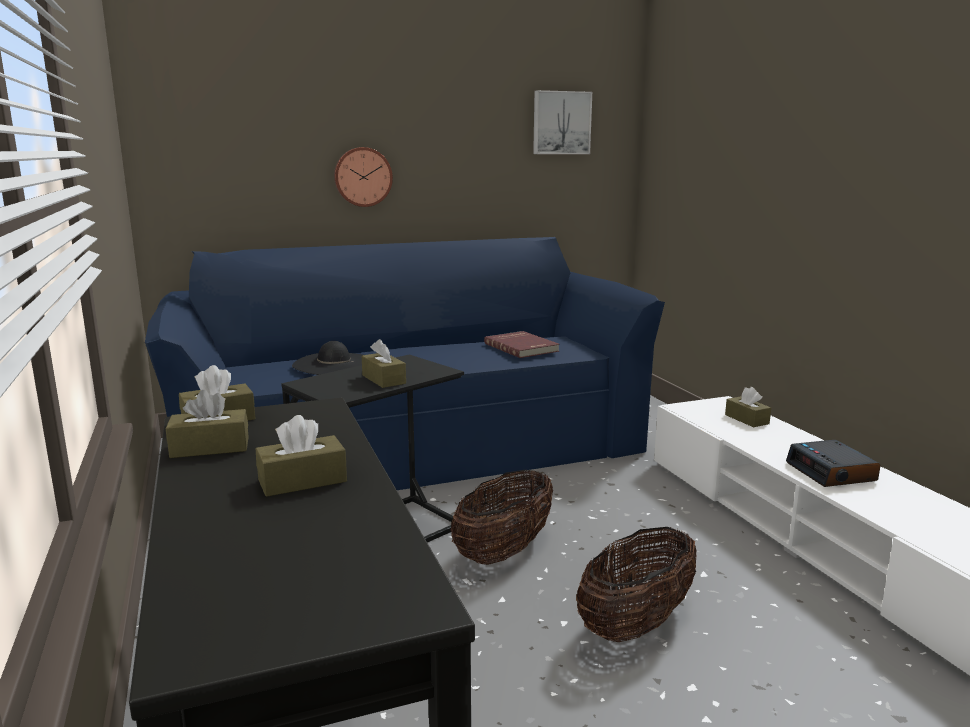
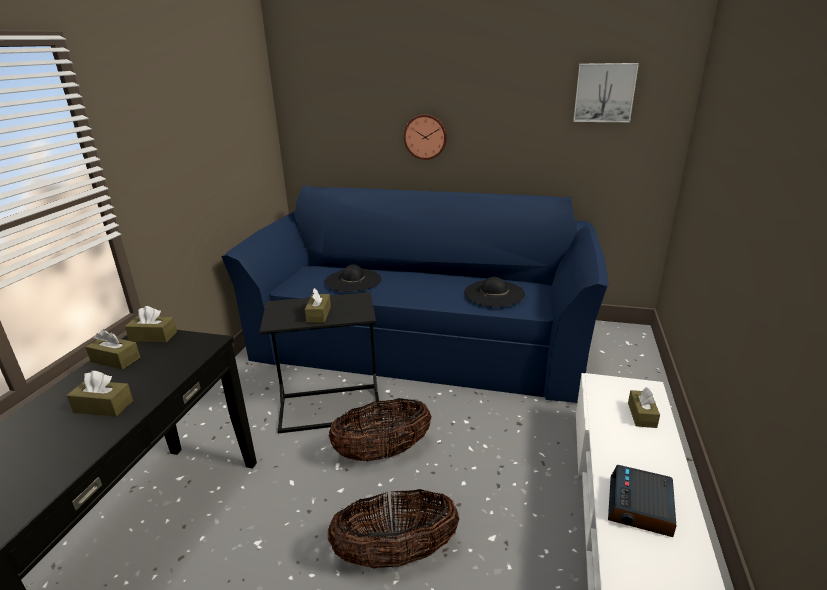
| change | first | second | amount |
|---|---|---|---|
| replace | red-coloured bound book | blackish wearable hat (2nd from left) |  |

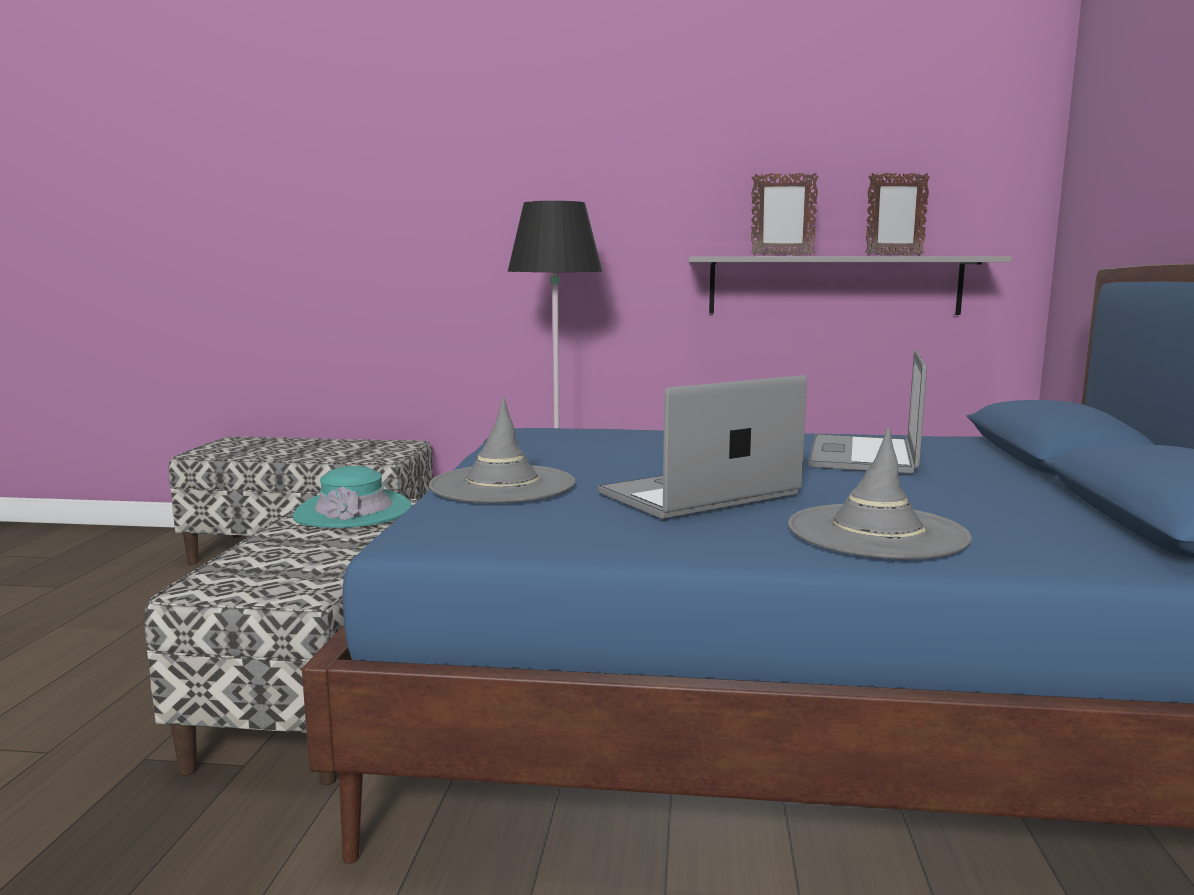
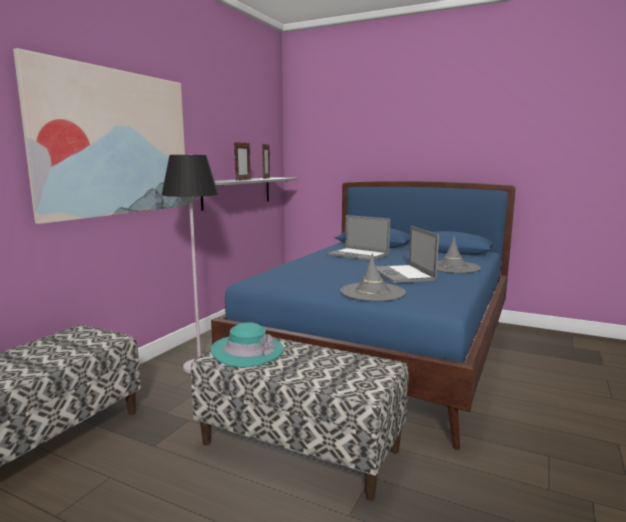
| change | first | second | amount |
|---|---|---|---|
| insert |  | wall art |  |

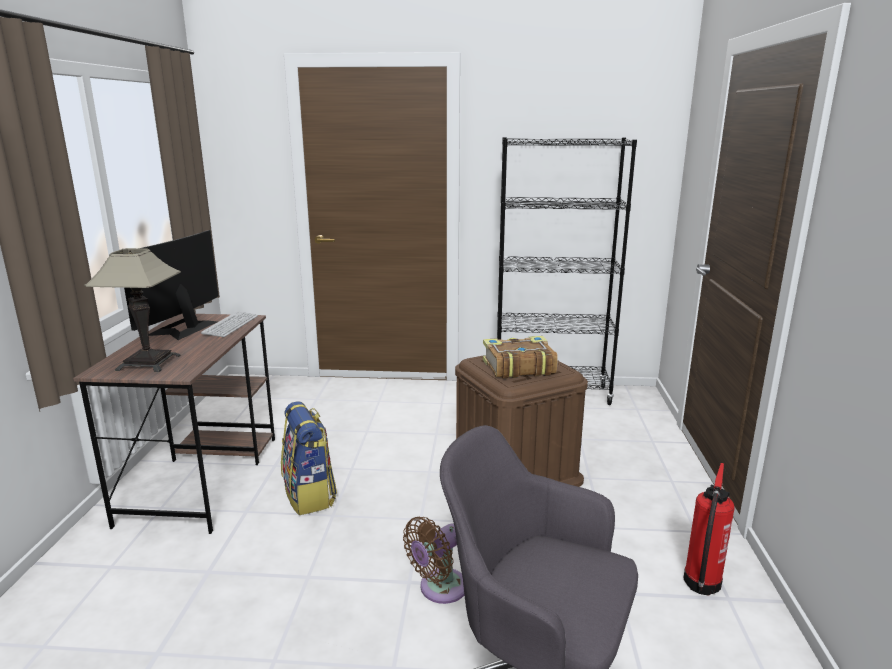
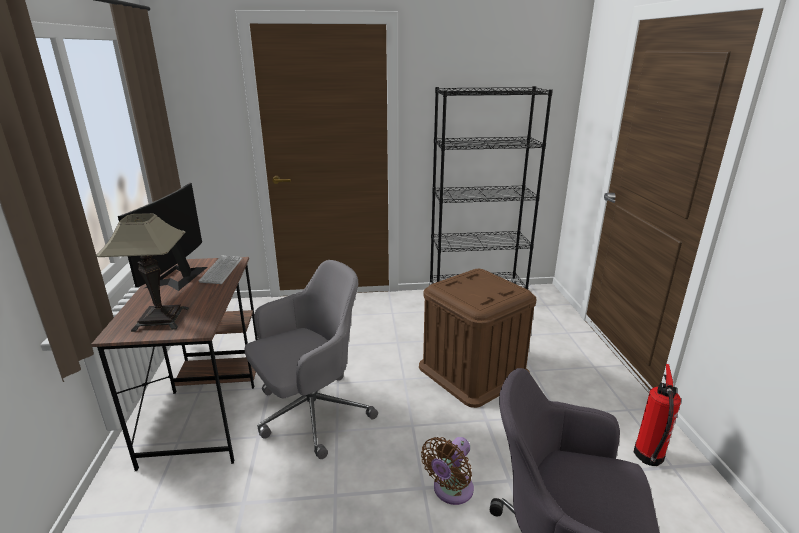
| change | first | second | amount |
|---|---|---|---|
| delete | bound book |  |  |
| replace | backpack | gray desk chair (1st from left) |  |

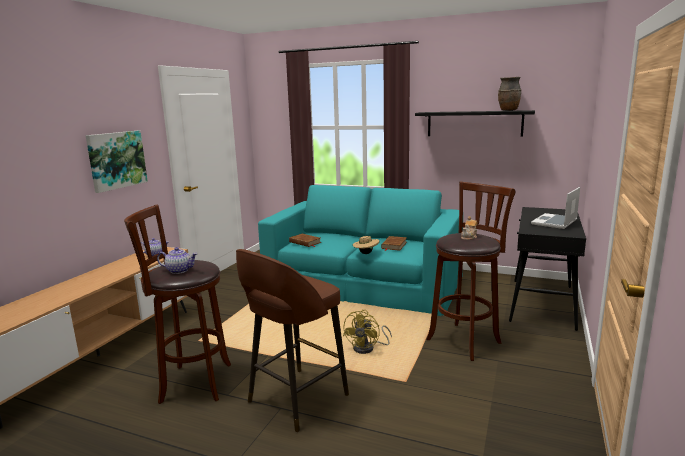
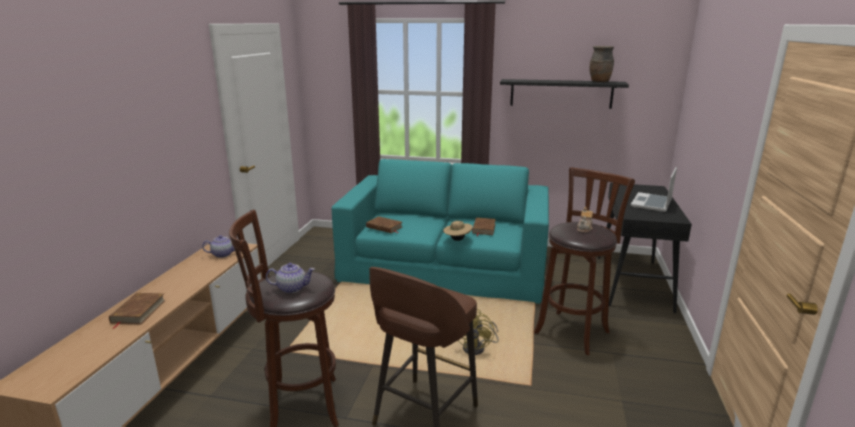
| change | first | second | amount |
|---|---|---|---|
| delete | wall art |  |  |
| insert |  | brown bound book (1st from left) |  |

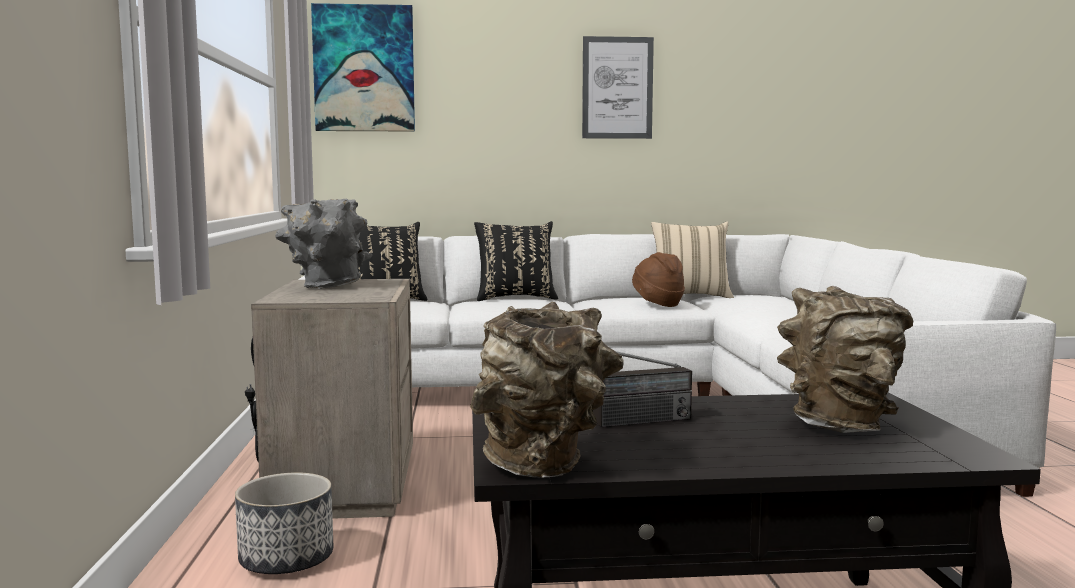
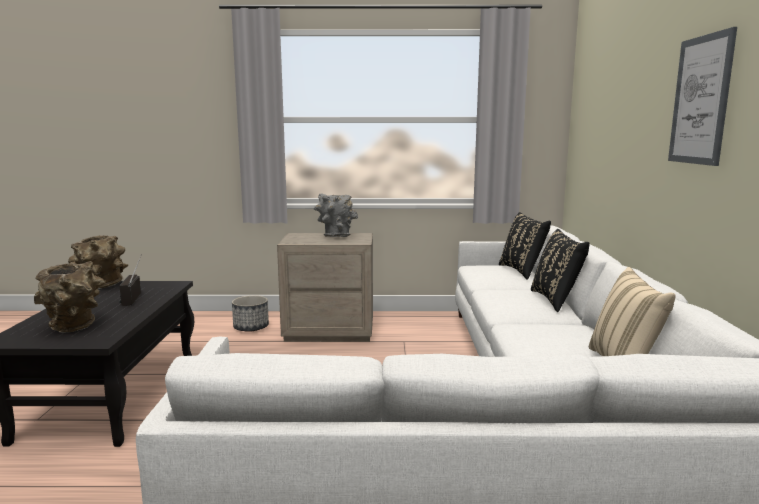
| change | first | second | amount |
|---|---|---|---|
| delete | wall art (1st from left) |  |  |
| delete | brown wearable hat |  |  |

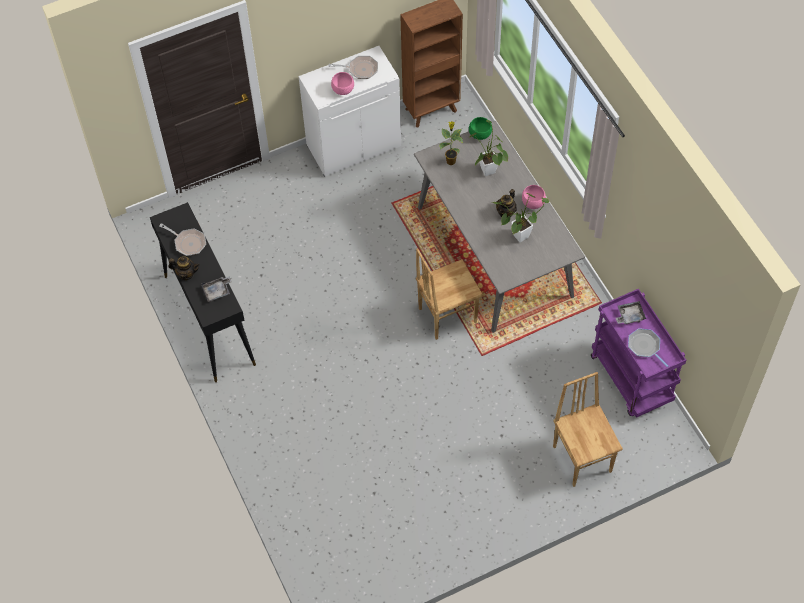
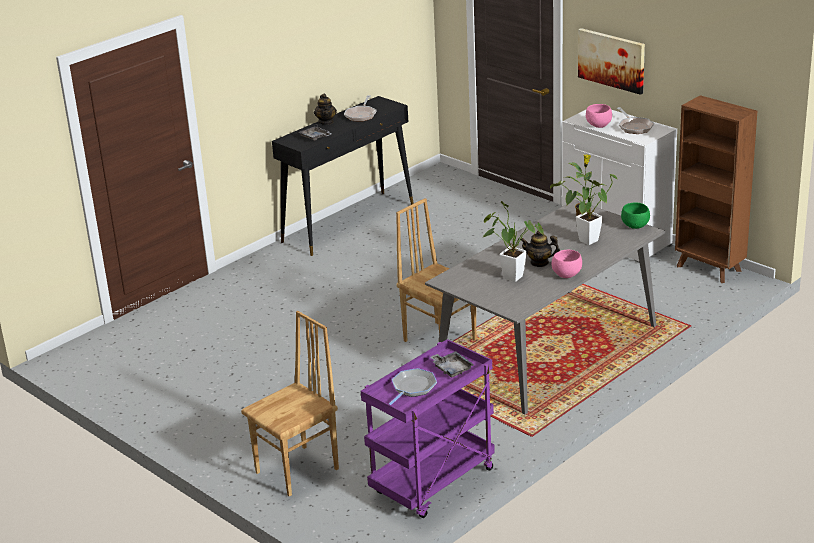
| change | first | second | amount |
|---|---|---|---|
| insert |  | wall art |  |

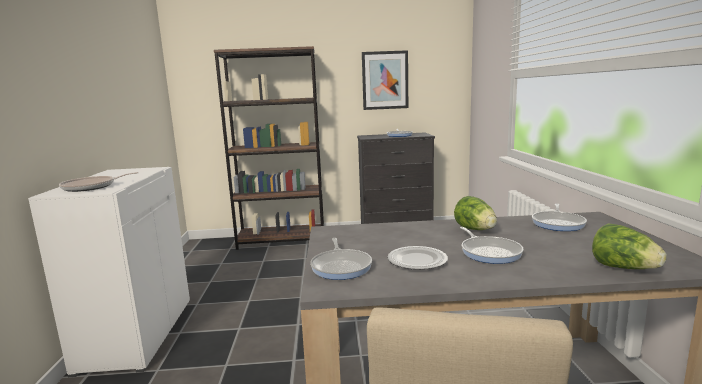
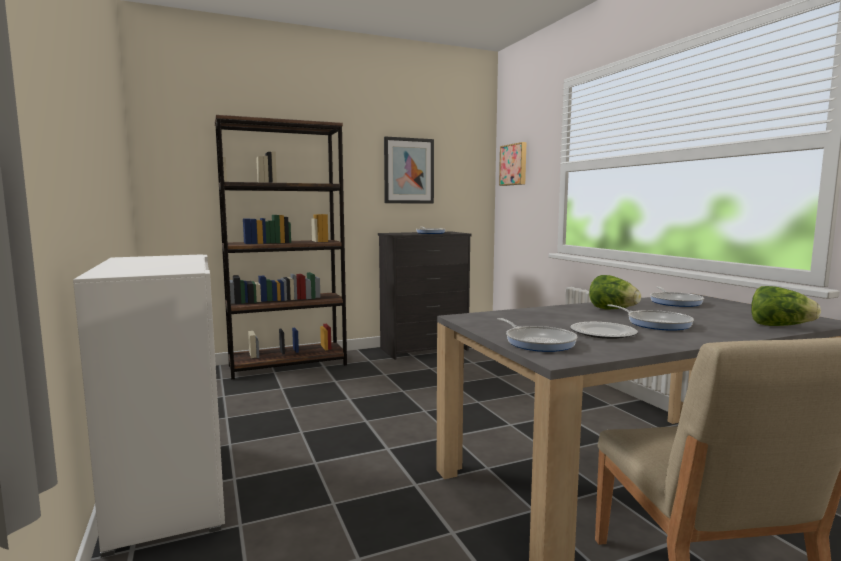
| change | first | second | amount |
|---|---|---|---|
| delete | skillet (1st from left) |  |  |
| insert |  | wall art (2nd from left) |  |

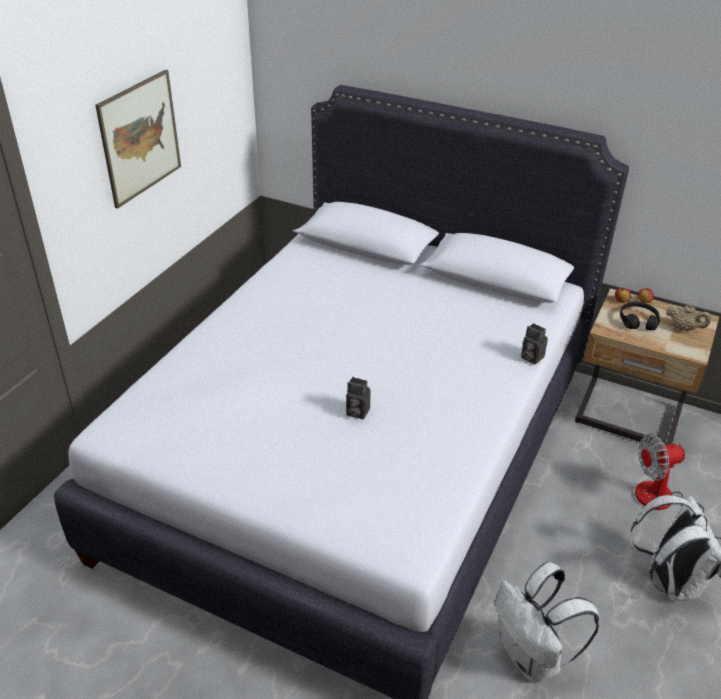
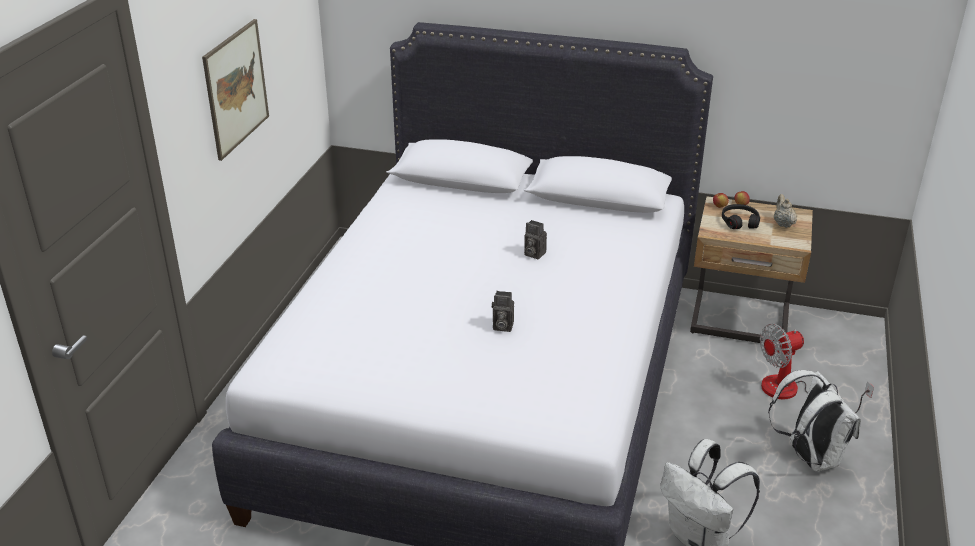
| change | first | second | amount |
|---|---|---|---|
| rotate | beige-coloured teapot |  | 120 degrees counterclockwise |
| move | photo camera (2nd from left) |  |  |

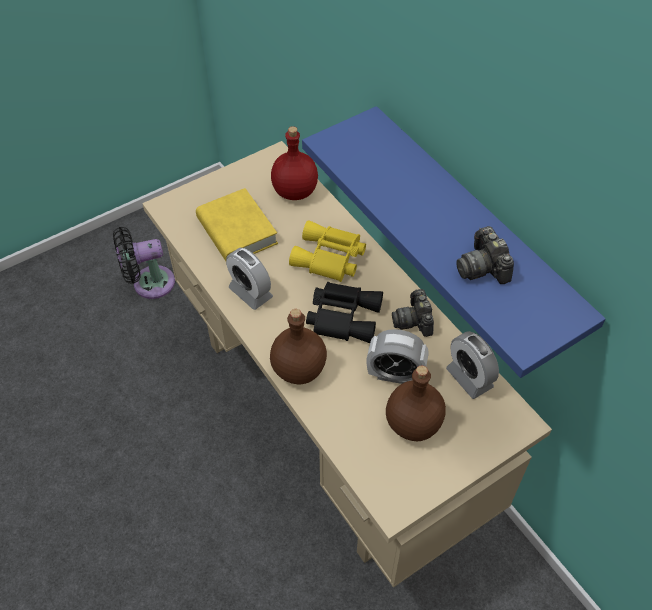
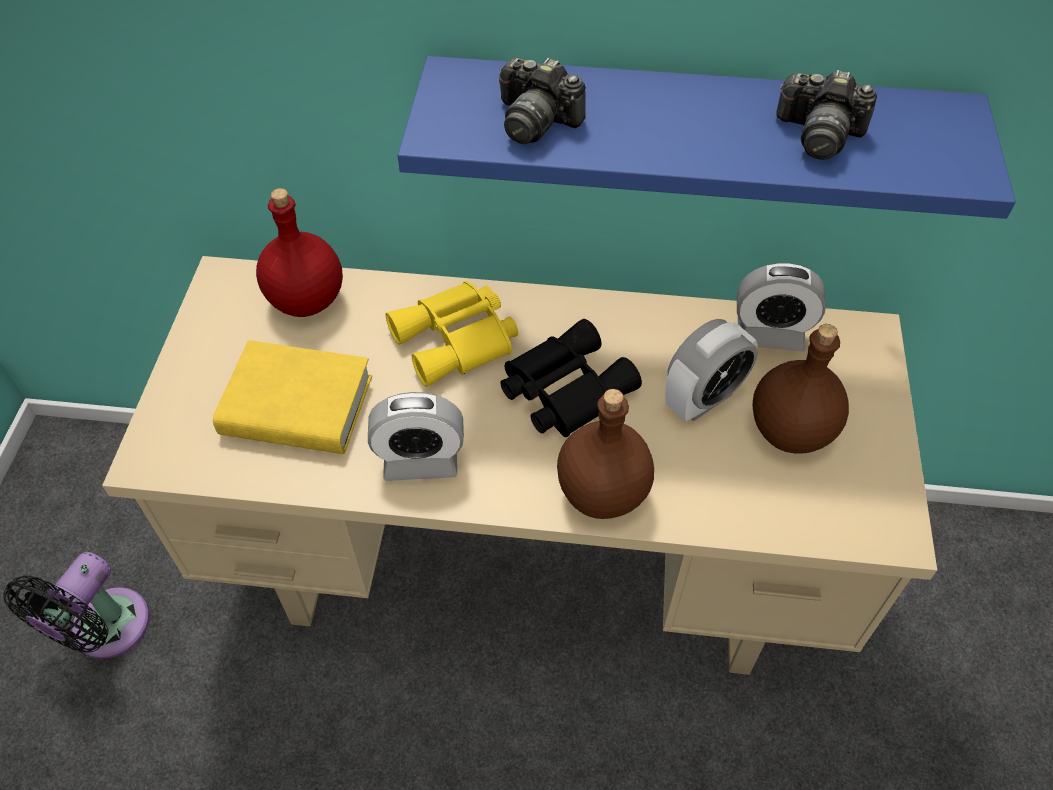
| change | first | second | amount |
|---|---|---|---|
| move | photo camera (1st from left) |  |  |

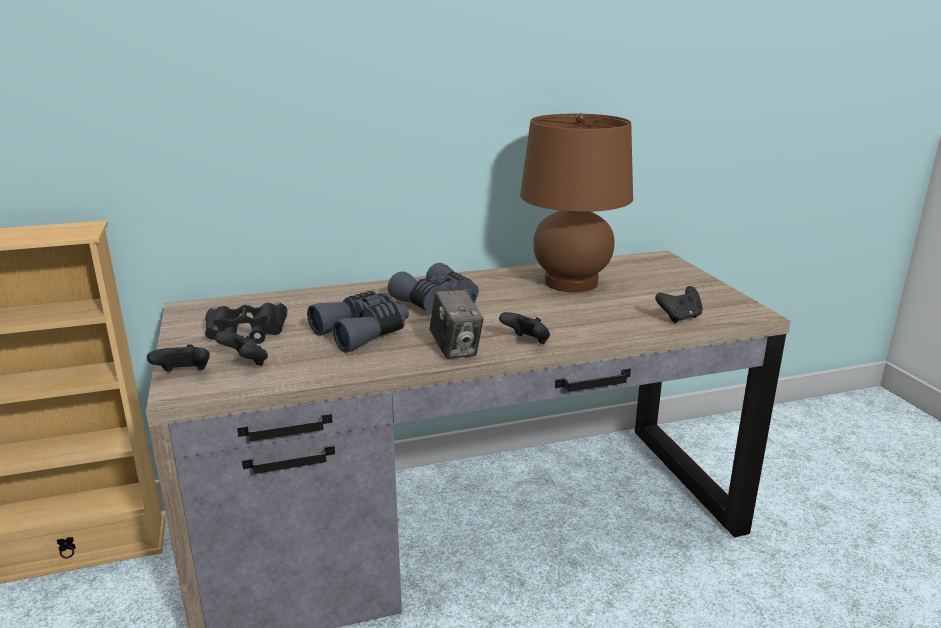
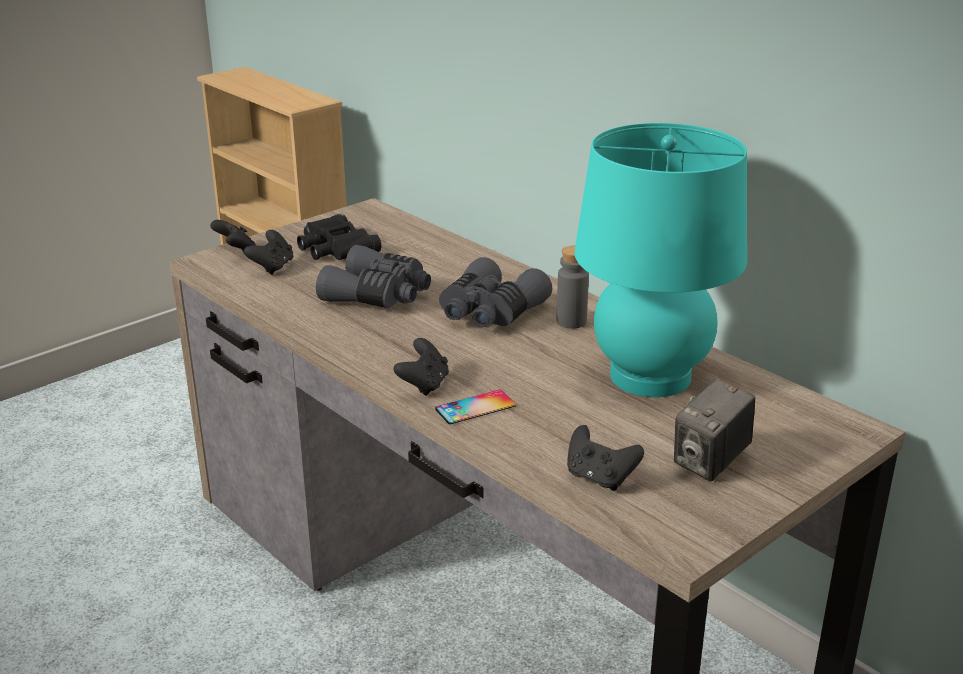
| change | first | second | amount |
|---|---|---|---|
| recolor | brown tabletop lamp | turquoise-coloured tabletop lamp |  |
| move | photo camera |  |  |
| insert |  | gray drink bottle |  |
| insert |  | handset |  |

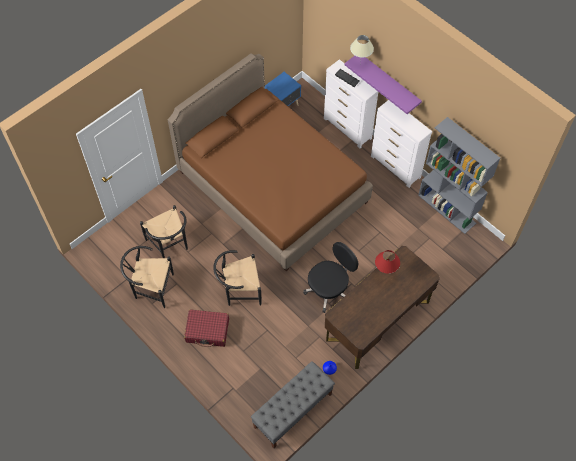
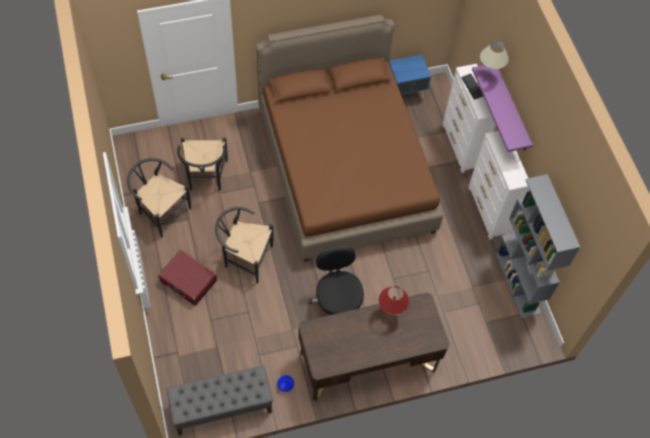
| change | first | second | amount |
|---|---|---|---|
| rotate | blackish desk chair |  | 90 degrees counterclockwise |

